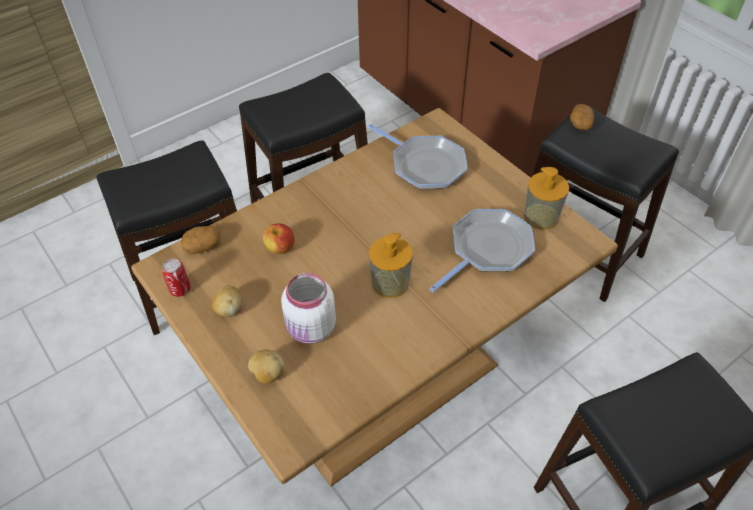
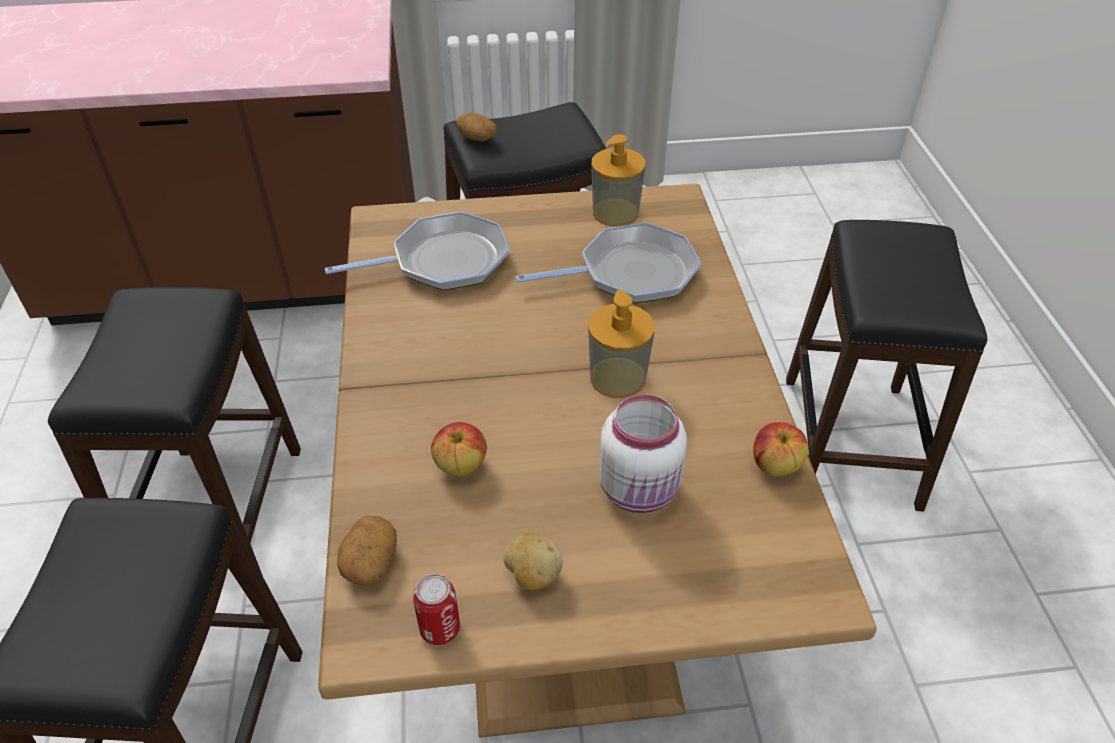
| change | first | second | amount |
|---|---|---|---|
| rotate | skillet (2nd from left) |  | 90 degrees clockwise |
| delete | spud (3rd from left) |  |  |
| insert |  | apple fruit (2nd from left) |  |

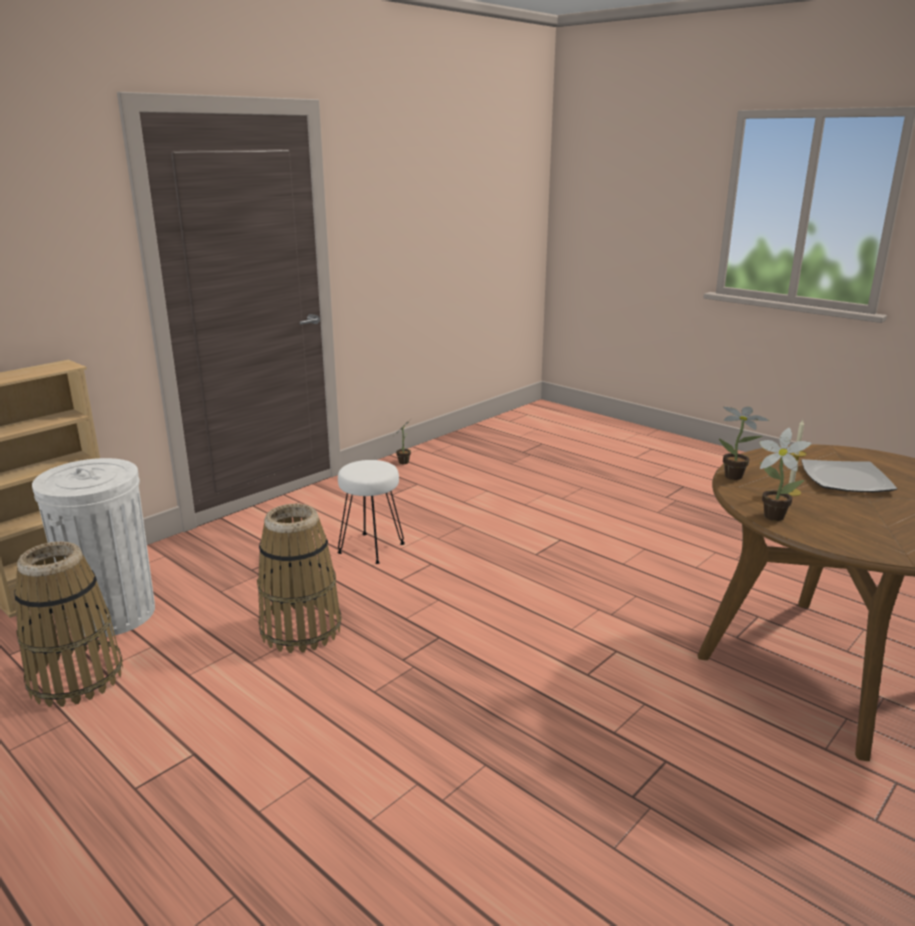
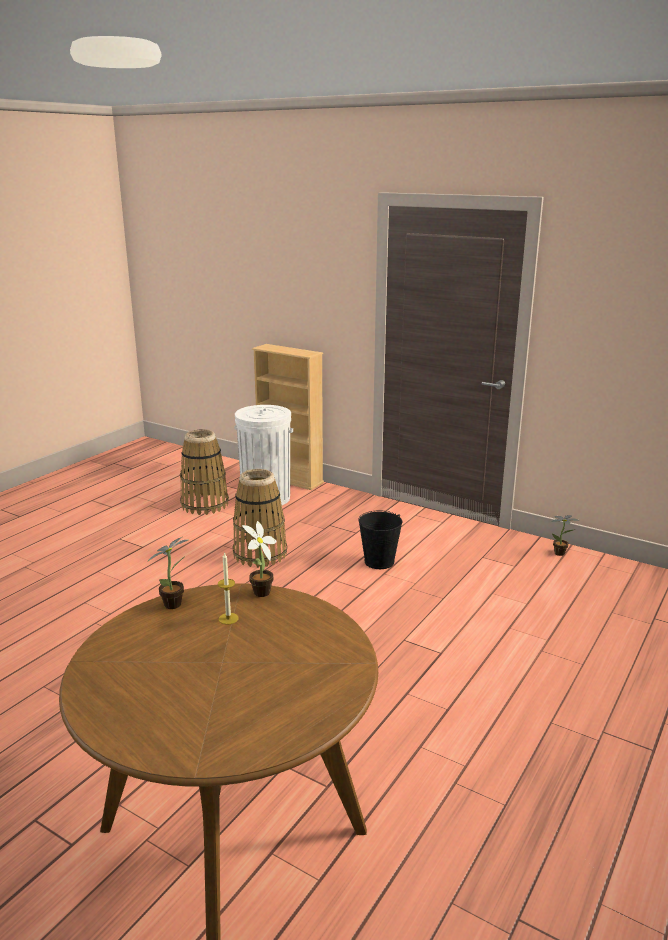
| change | first | second | amount |
|---|---|---|---|
| delete | flat dish |  |  |
| replace | white stool | blackish water bucket |  |

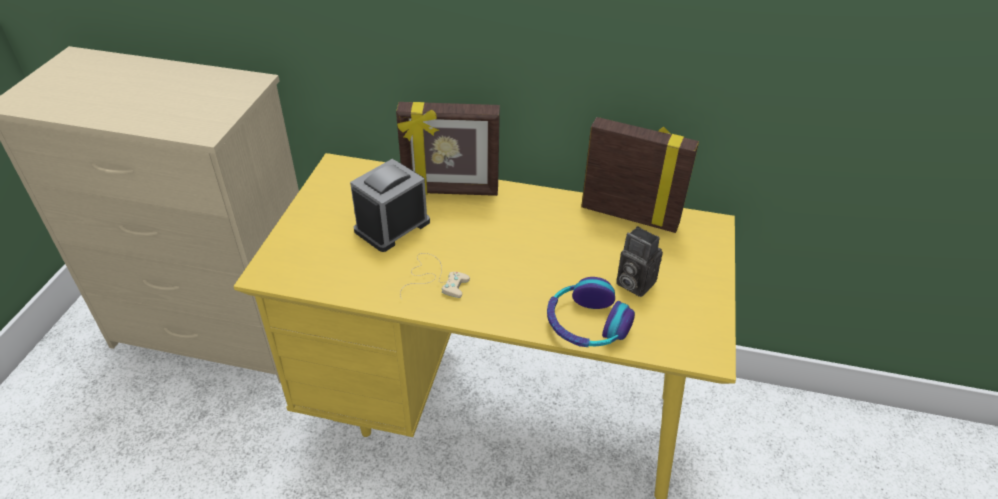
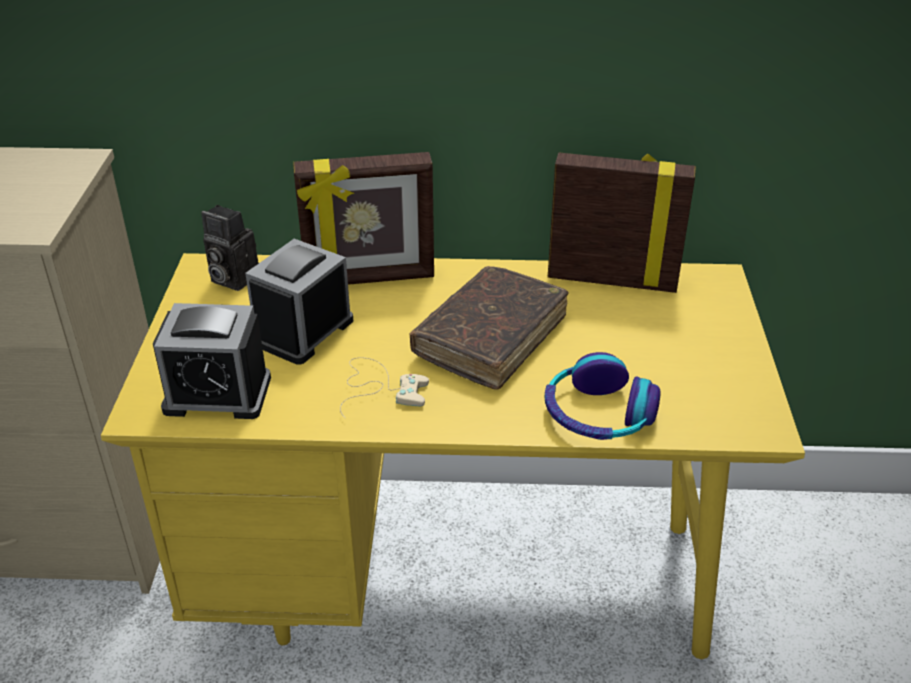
| change | first | second | amount |
|---|---|---|---|
| move | photo camera |  |  |
| insert |  | brown bound book |  |
| insert |  | alarm clock (1st from left) |  |

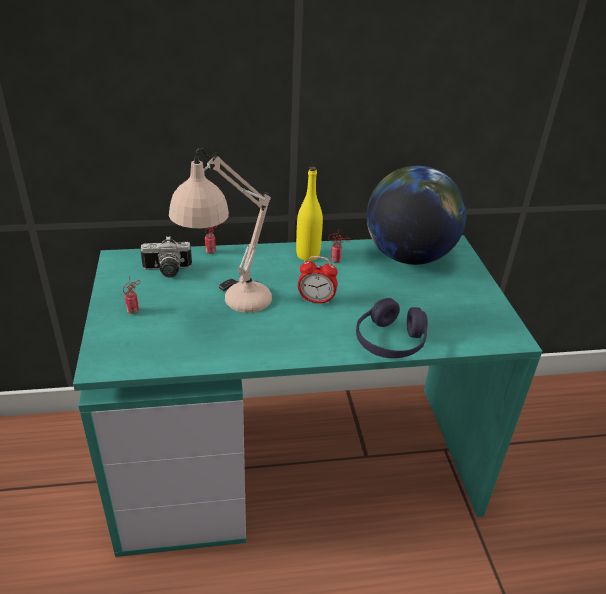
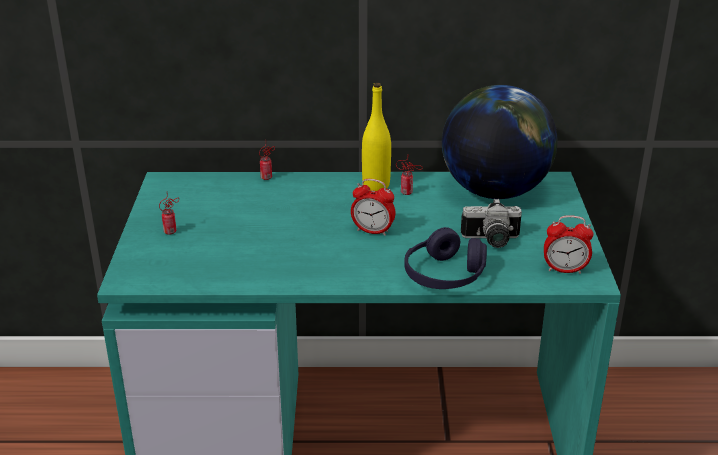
| change | first | second | amount |
|---|---|---|---|
| delete | beige-coloured tabletop lamp |  |  |
| move | photo camera |  |  |
| insert |  | alarm clock (2nd from left) |  |

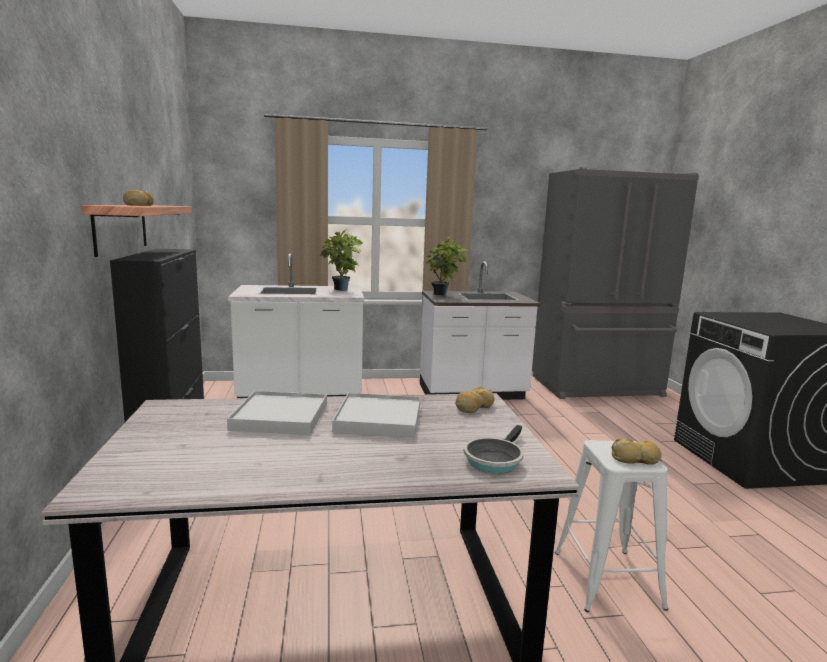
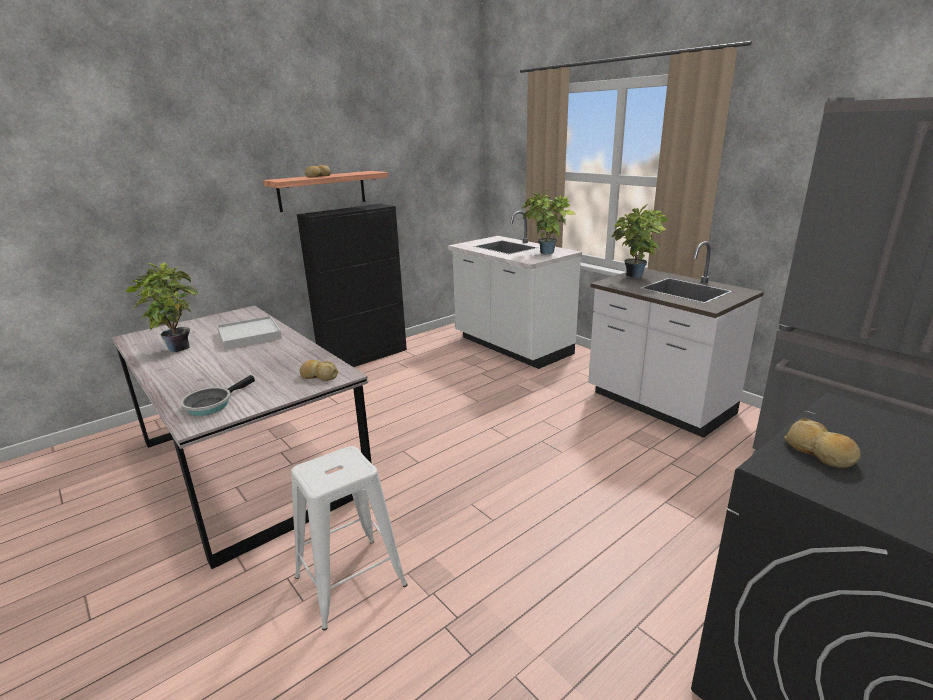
| change | first | second | amount |
|---|---|---|---|
| delete | white carrying tray (2nd from left) |  |  |
| rotate | skillet |  | 60 degrees counterclockwise |
| move | bakery bread (3rd from left) |  |  |
| insert |  | houseplant (1st from left) |  |

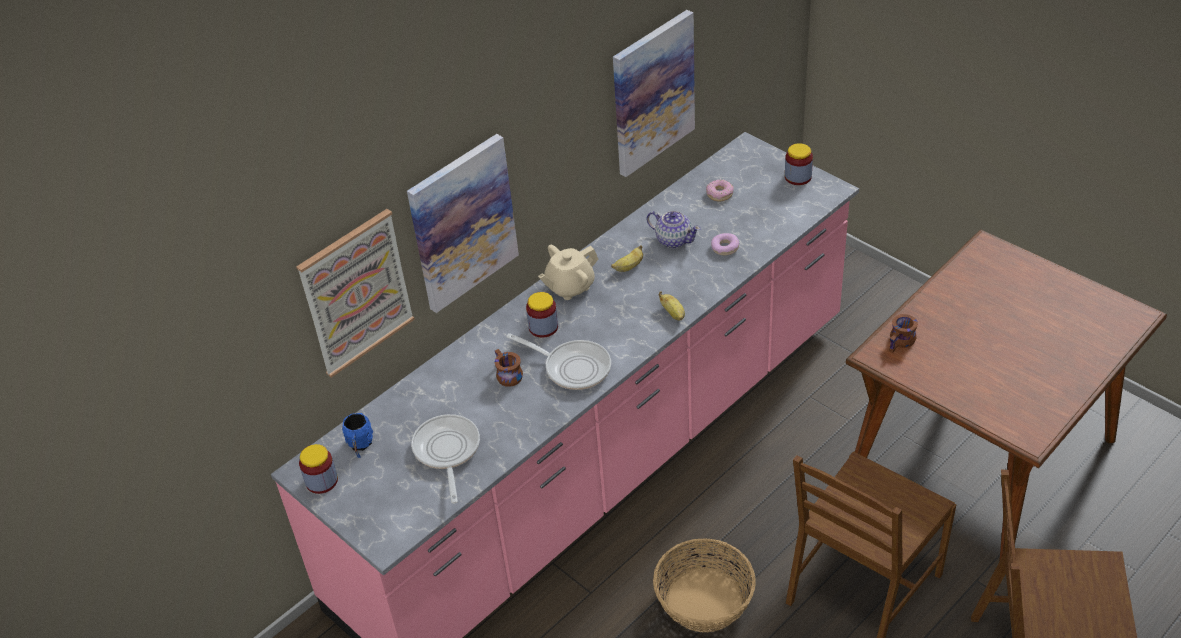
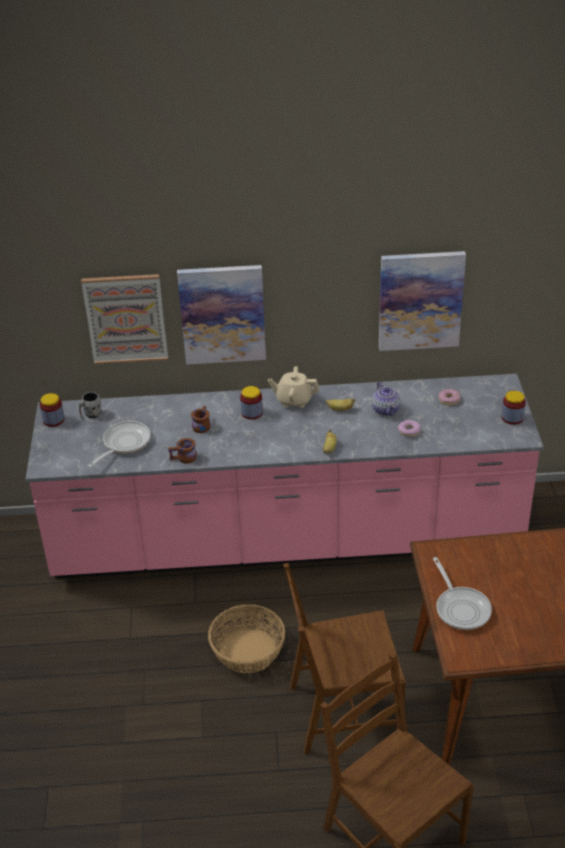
| change | first | second | amount |
|---|---|---|---|
| move | brown coffee mug (2nd from left in the first image) | brown coffee mug (1st from left) |  |
| move | skillet (2nd from left) |  |  |
| recolor | bluish coffee mug | gray coffee mug |  |

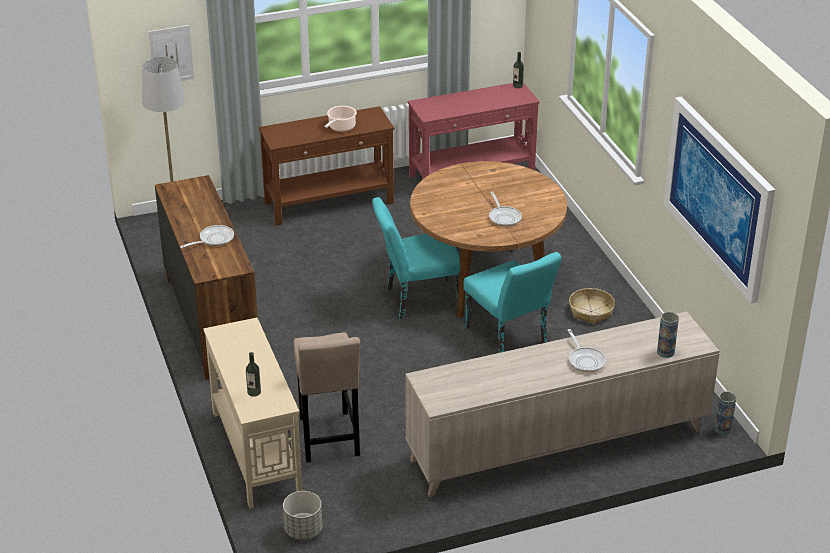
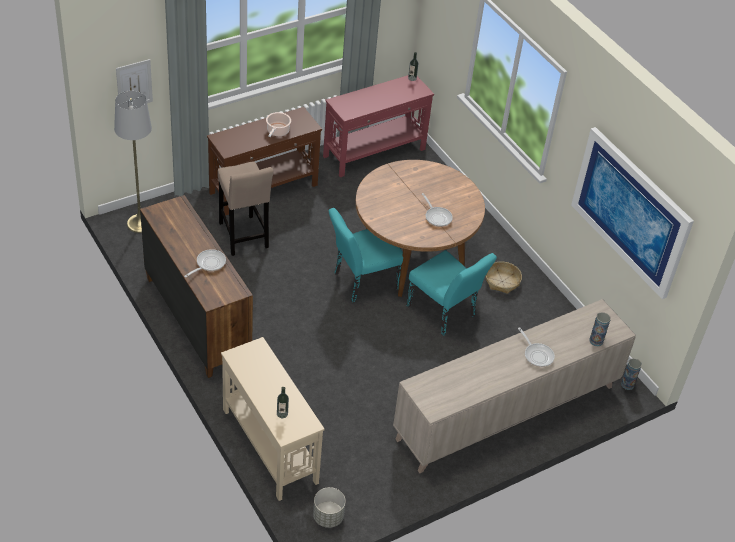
| change | first | second | amount |
|---|---|---|---|
| move | beige-coloured stool |  |  |

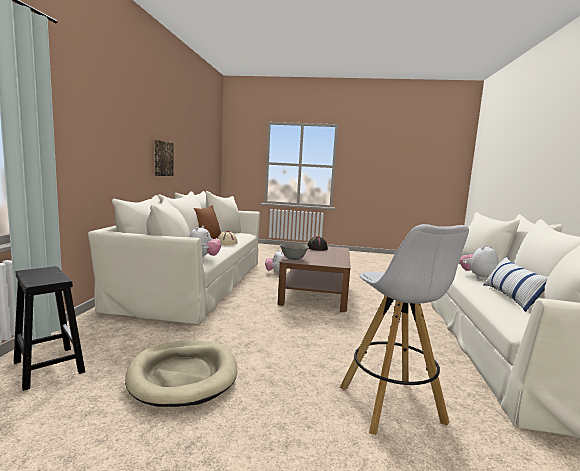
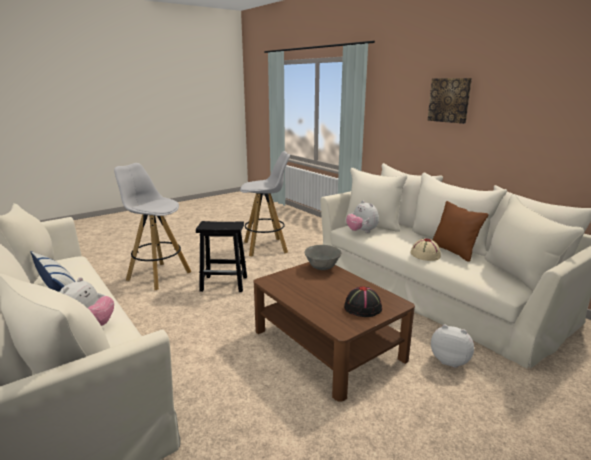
| change | first | second | amount |
|---|---|---|---|
| move | wall art |  |  |
| move | blackish stool |  |  |
| replace | beige-coloured pet bed | white stool (2nd from left) |  |

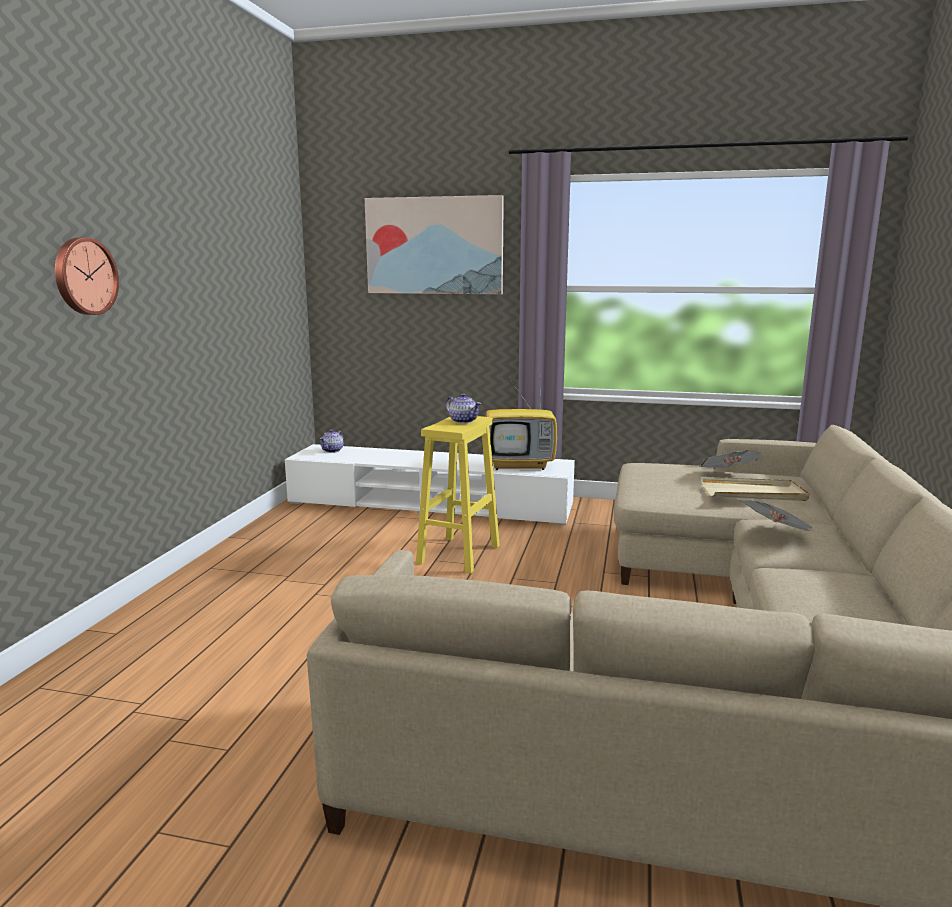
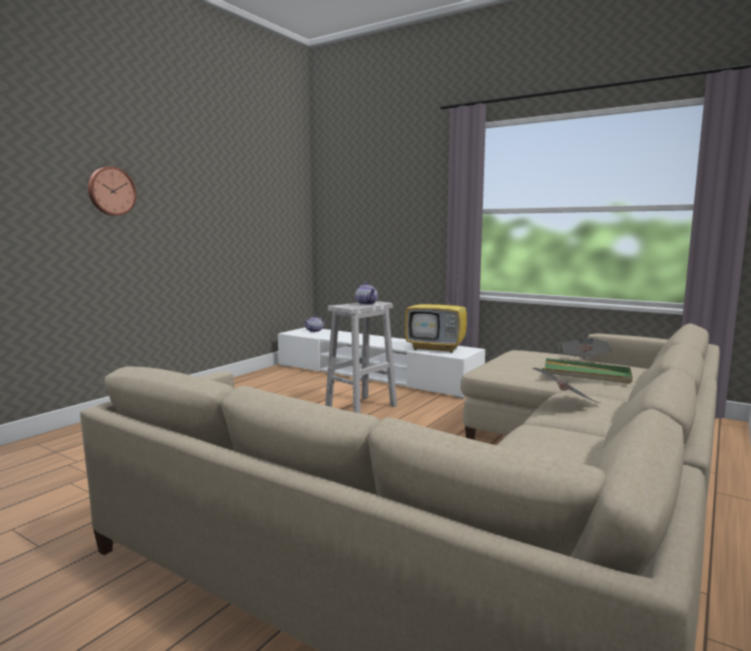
| change | first | second | amount |
|---|---|---|---|
| delete | wall art |  |  |
| recolor | yellow-coloured stool | white stool |  |
| recolor | beige-coloured carrying tray | greenish carrying tray |  |

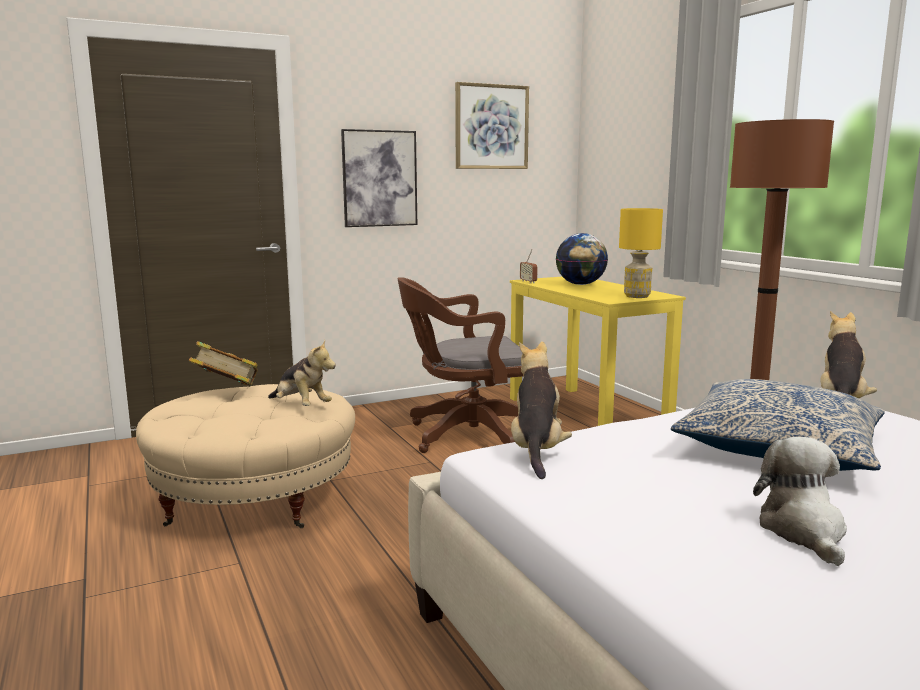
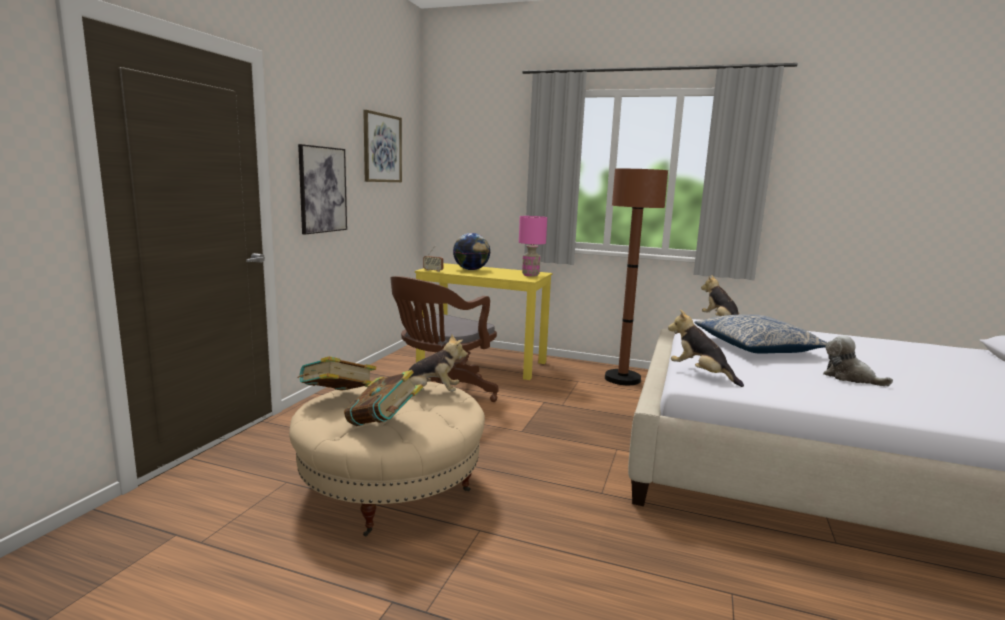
| change | first | second | amount |
|---|---|---|---|
| recolor | yellow-coloured tabletop lamp | pinkish tabletop lamp |  |
| insert |  | bound book (2nd from left) |  |

